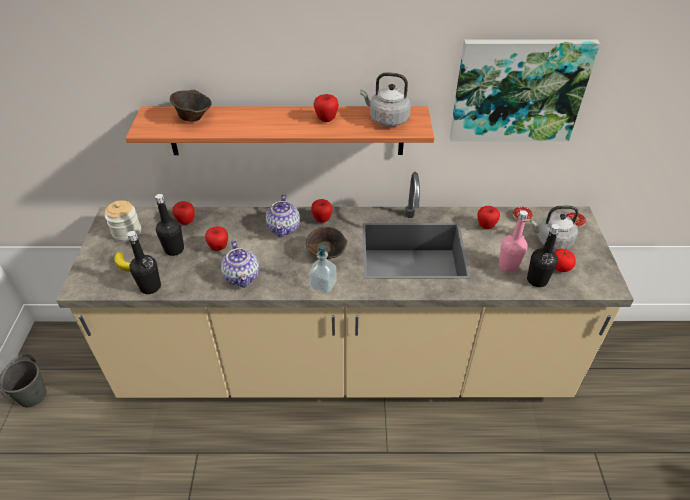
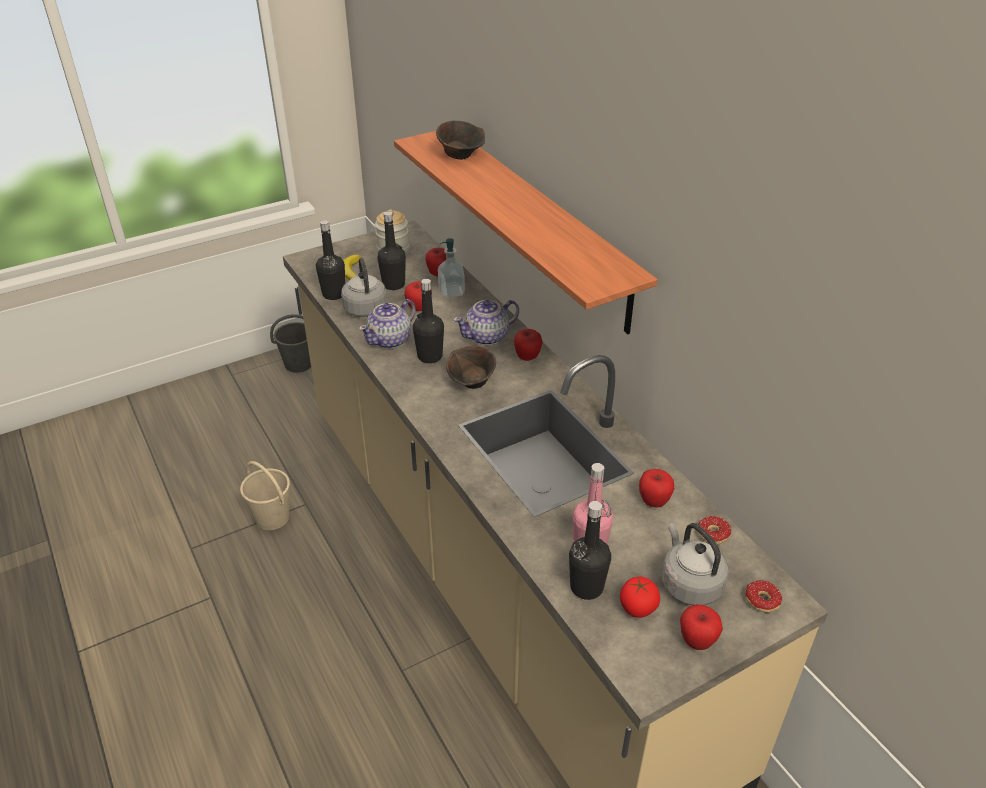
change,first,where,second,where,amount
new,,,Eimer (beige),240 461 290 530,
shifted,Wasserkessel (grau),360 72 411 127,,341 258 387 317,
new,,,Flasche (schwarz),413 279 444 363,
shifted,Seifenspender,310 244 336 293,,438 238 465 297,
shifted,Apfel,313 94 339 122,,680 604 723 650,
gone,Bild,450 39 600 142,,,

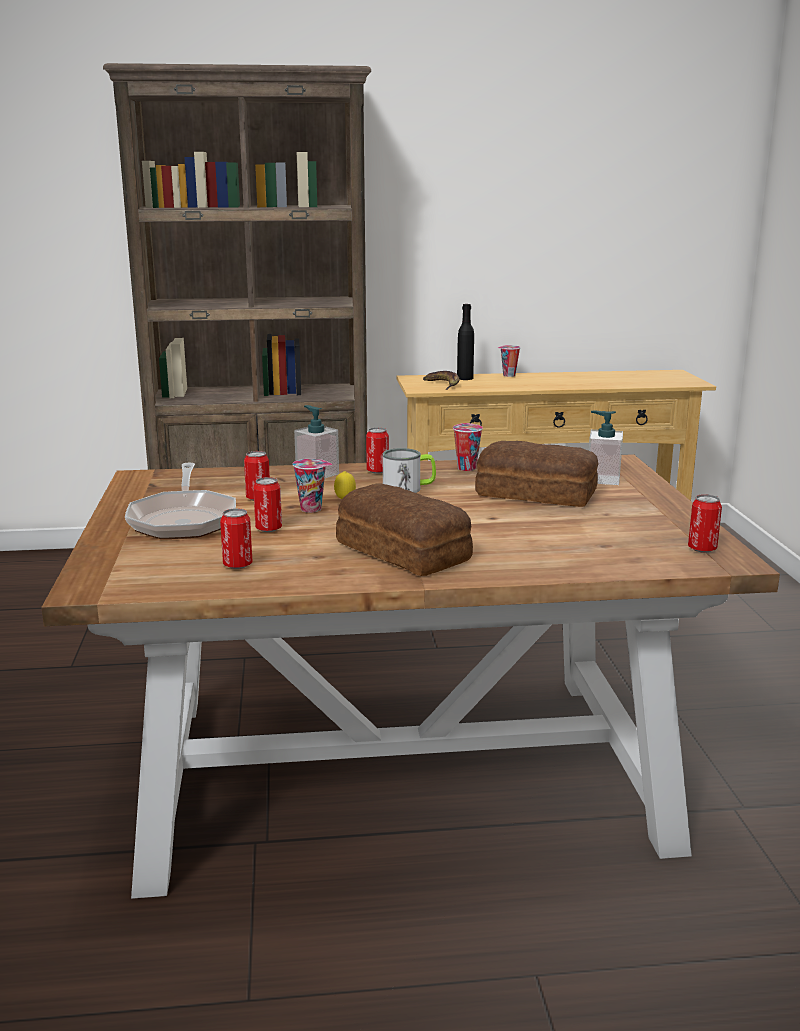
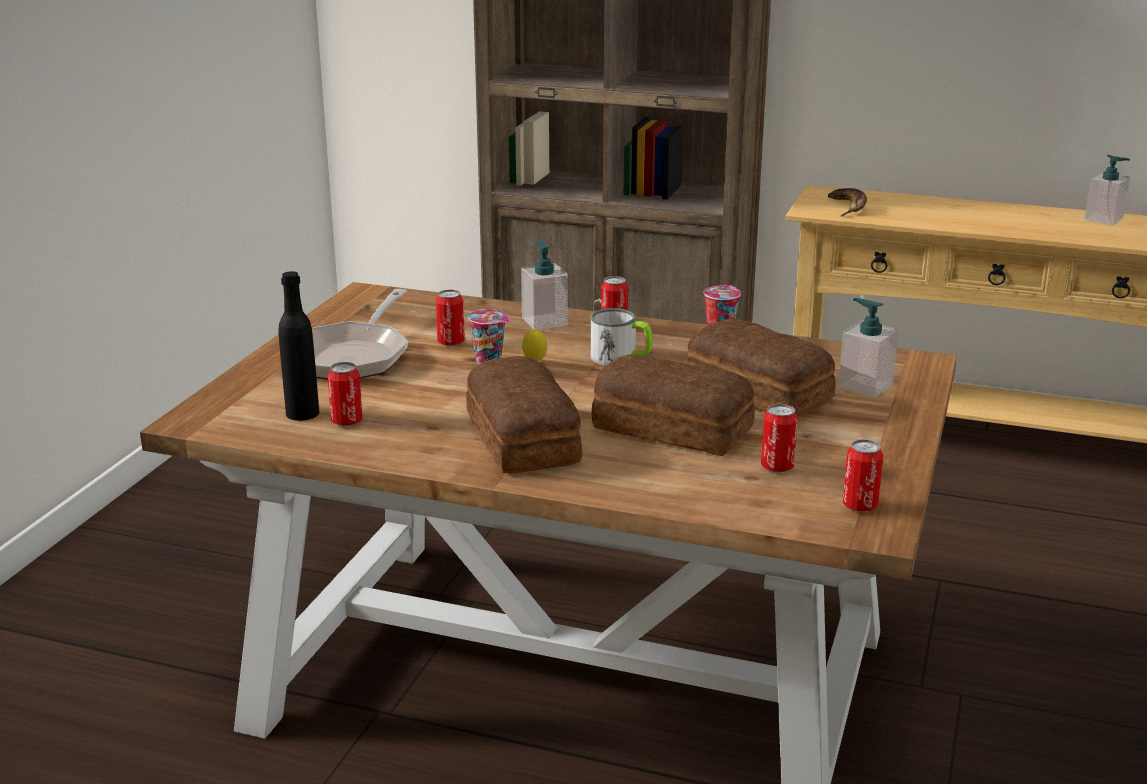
change,first,where,second,where,amount
shifted,Flasche (schwarz),457 304 474 380,,278 271 319 421,
new,,,Brot,591 354 755 456,
shifted,Dose,253 477 282 532,,761 404 798 473,
new,,,Seifenspender,1084 155 1130 225,
gone,Tasse,498 345 521 377,,,

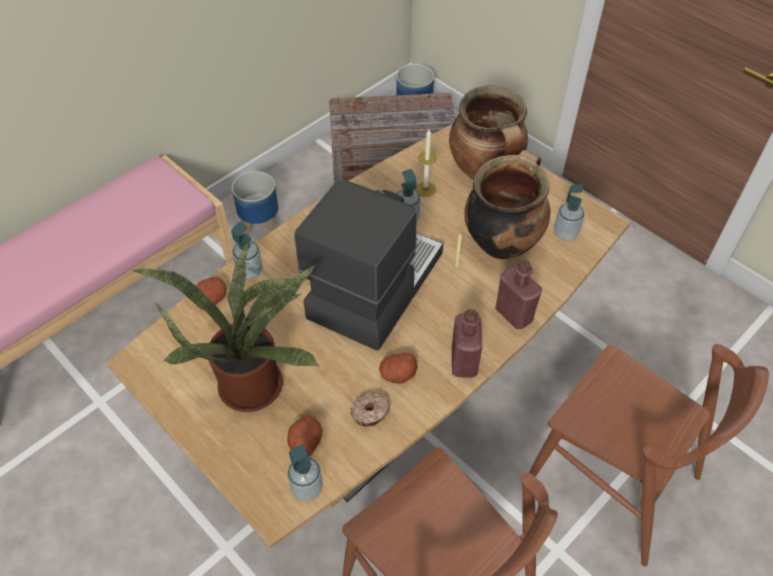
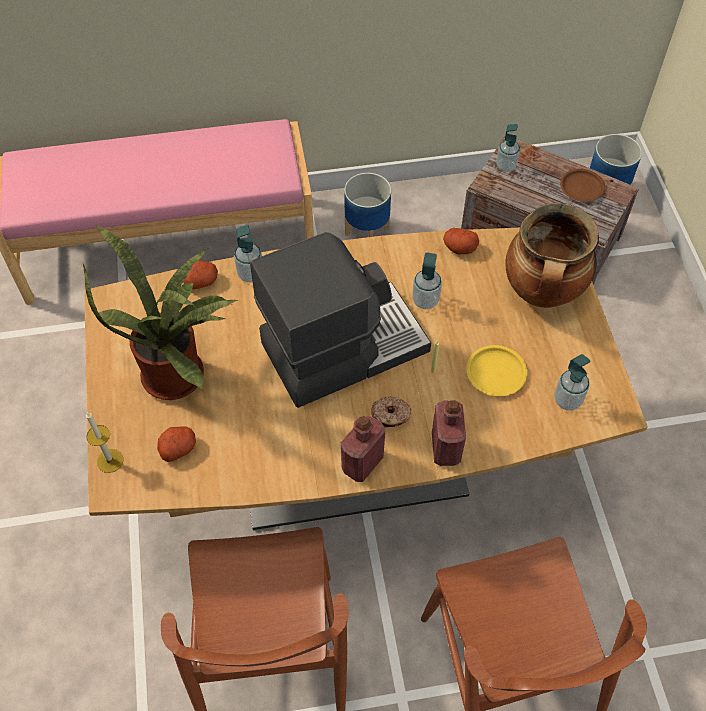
change,first,where,second,where,amount
shifted,Kerze,415 130 437 197,,86 412 124 473,
shifted,Donut,351 393 391 427,,371 396 412 428,
shifted,Kartoffel,379 353 417 384,,443 228 479 254,
swapped,Kochtopf,464 150 550 259,Teller (gelb),467 345 527 396,
shifted,Seifenspender,287 444 323 501,,496 124 520 172,
new,,,Teller (braun),560 169 605 202,

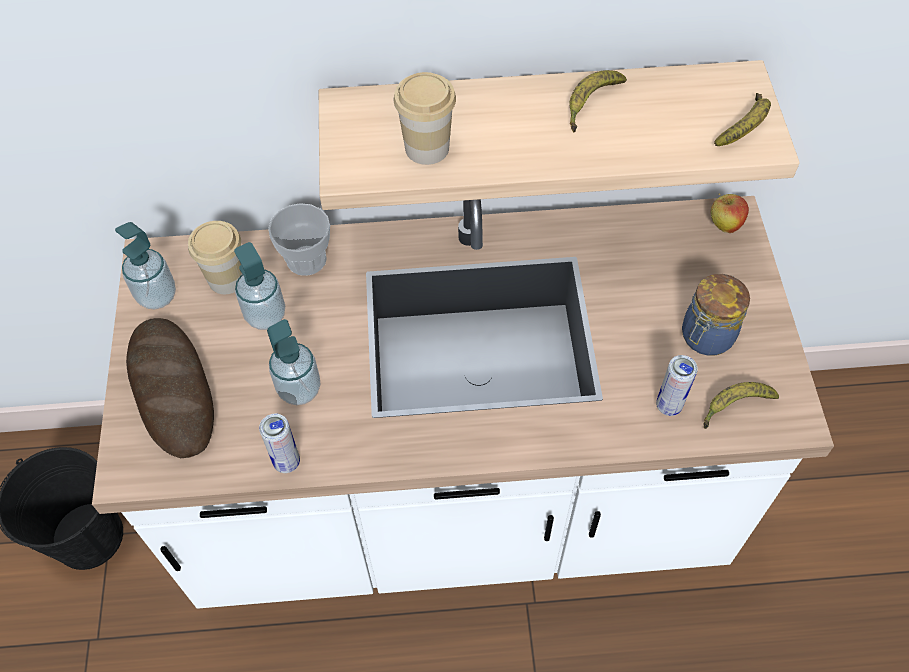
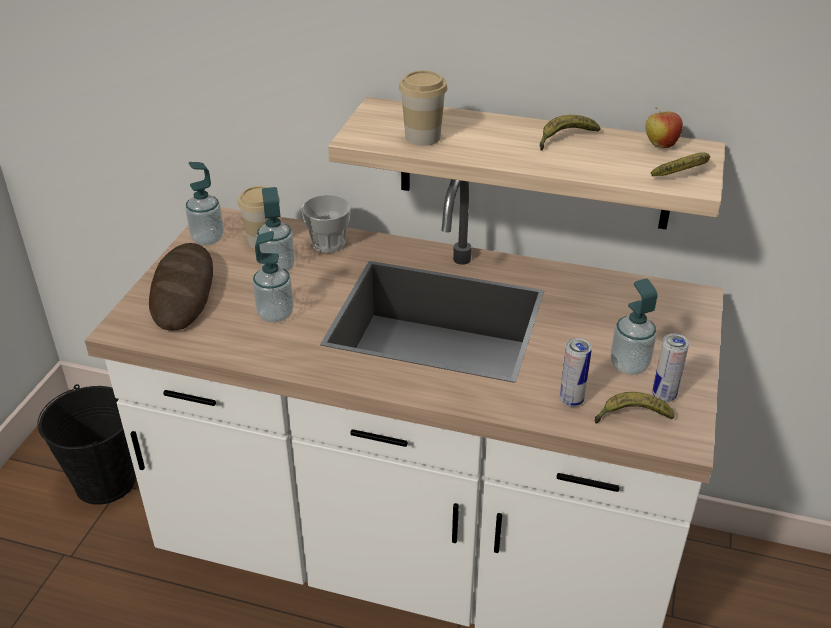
change,first,where,second,where,amount
swapped,Vorratsglas,682 274 750 356,Seifenspender,611 278 657 375,
shifted,Apfel,711 193 749 233,,645 107 683 148,
shifted,Dose,259 414 300 473,,652 333 689 402,

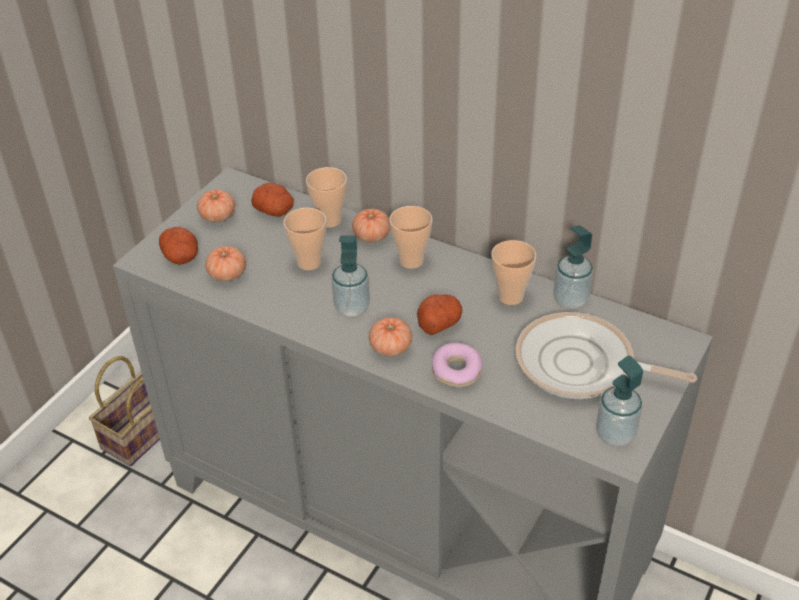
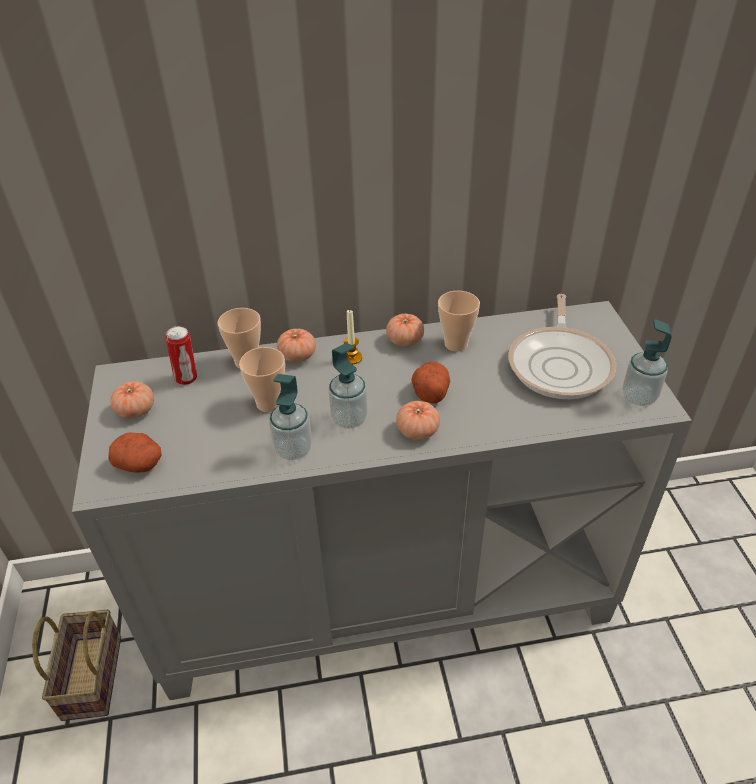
change,first,where,second,where,amount
swapped,Kartoffel,251 183 294 217,Dose,166 326 197 385,
shifted,Seifenspender,553 225 593 309,,269 374 312 460,
swapped,Tasse,390 206 432 269,Kerze,344 309 362 364,
shifted,Tomate,205 246 246 281,,386 314 424 347,
rotated,Pfanne,516 312 697 399,,508 294 616 399,60 degrees counterclockwise
gone,Donut,432 343 482 387,,,

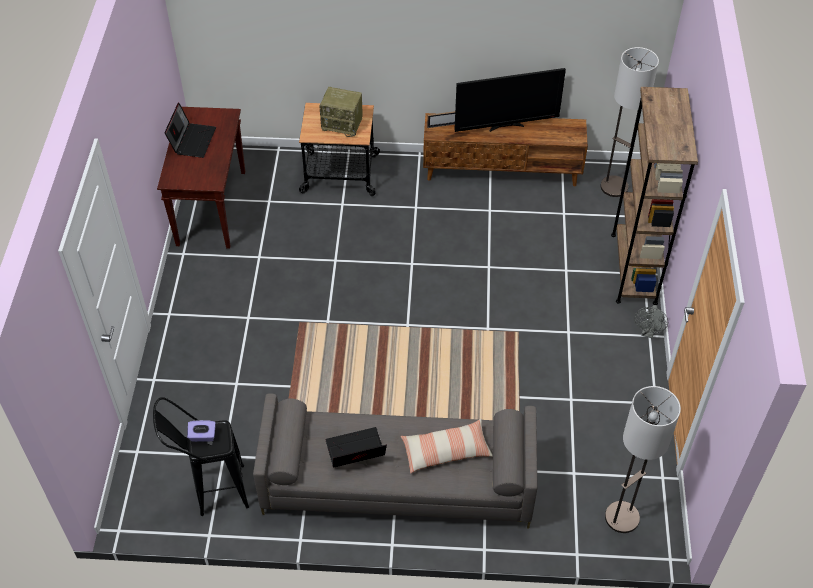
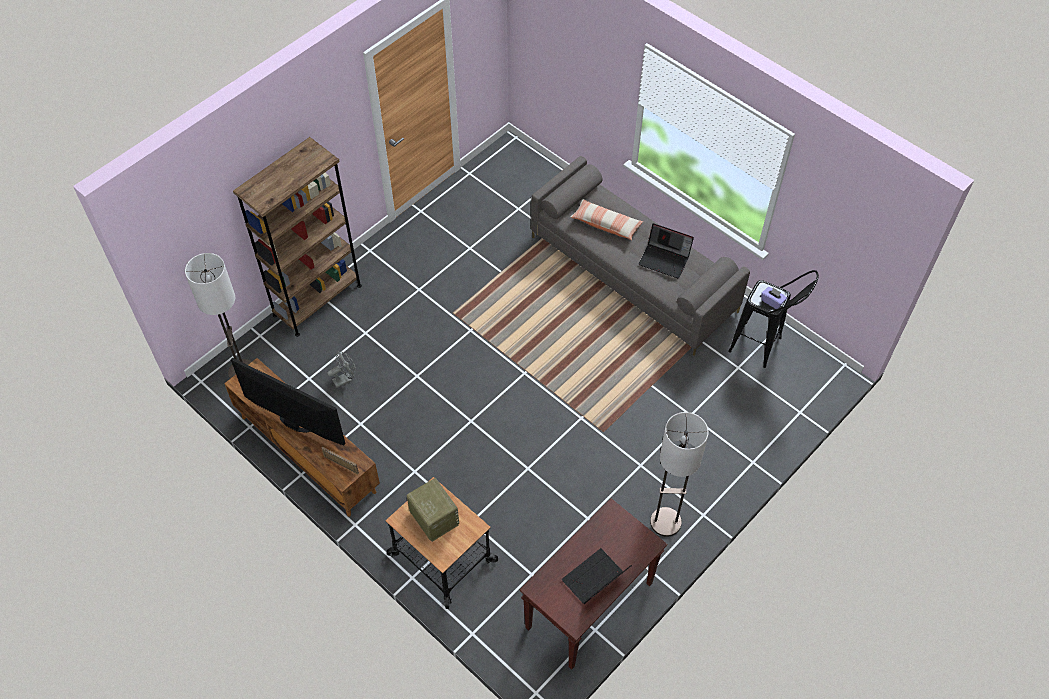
change,first,where,second,where,amount
shifted,Ventilator (grau),635 305 668 338,,327 351 356 388,
shifted,Stehlampe,605 386 681 533,,650 412 709 537,

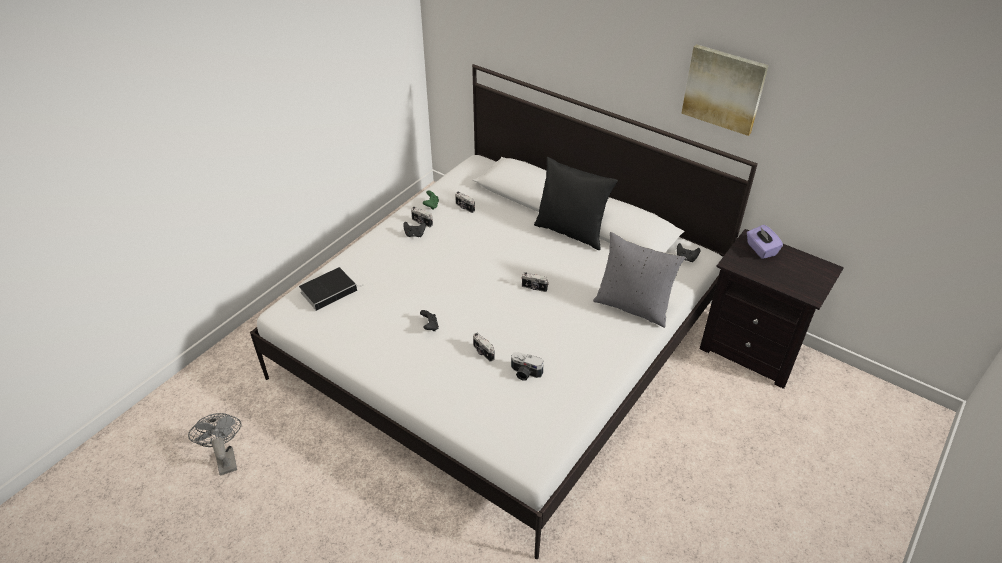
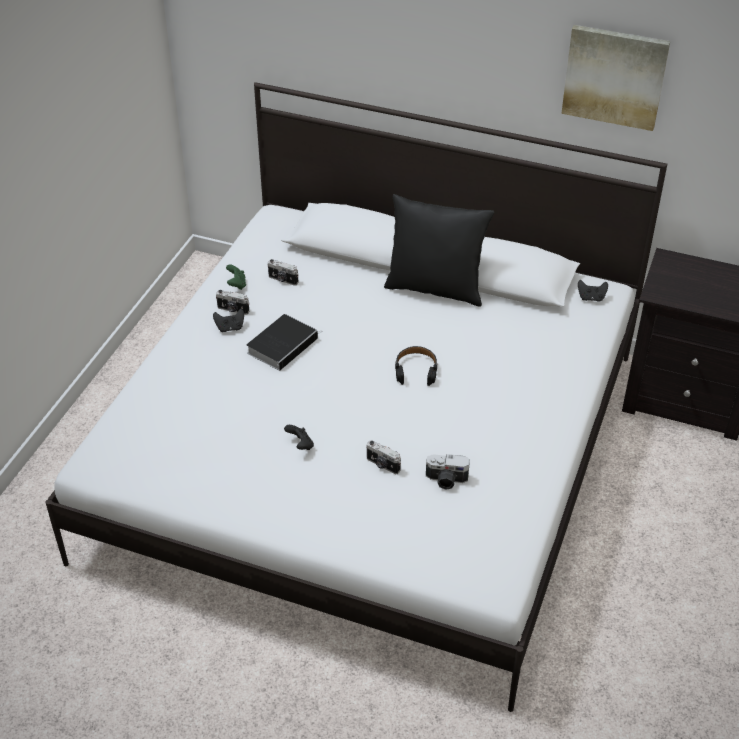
change,first,where,second,where,amount
shifted,Buch,299 267 364 311,,246 314 322 371,
swapped,Kamera,521 273 549 292,Kopfhörer (schwarz),395 346 438 386,
gone,Ventilator (grau),188 413 242 476,,,
gone,Kissen (grau),593 232 685 328,,,
gone,Taschentuchbox (lila),747 225 783 259,,,

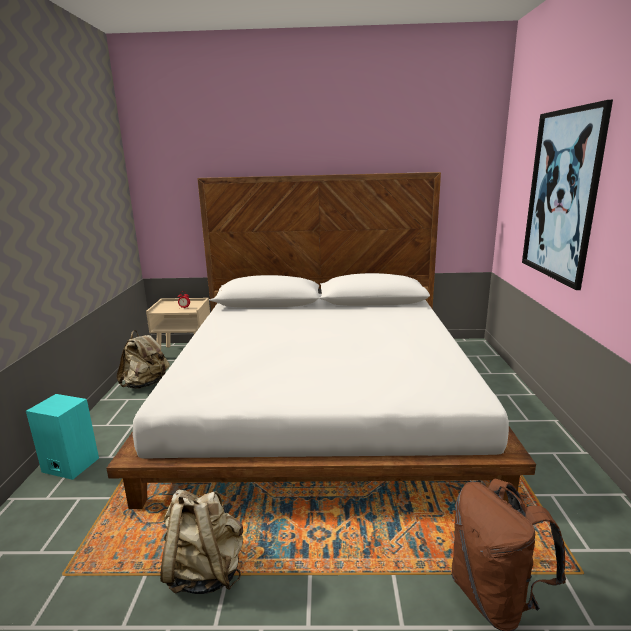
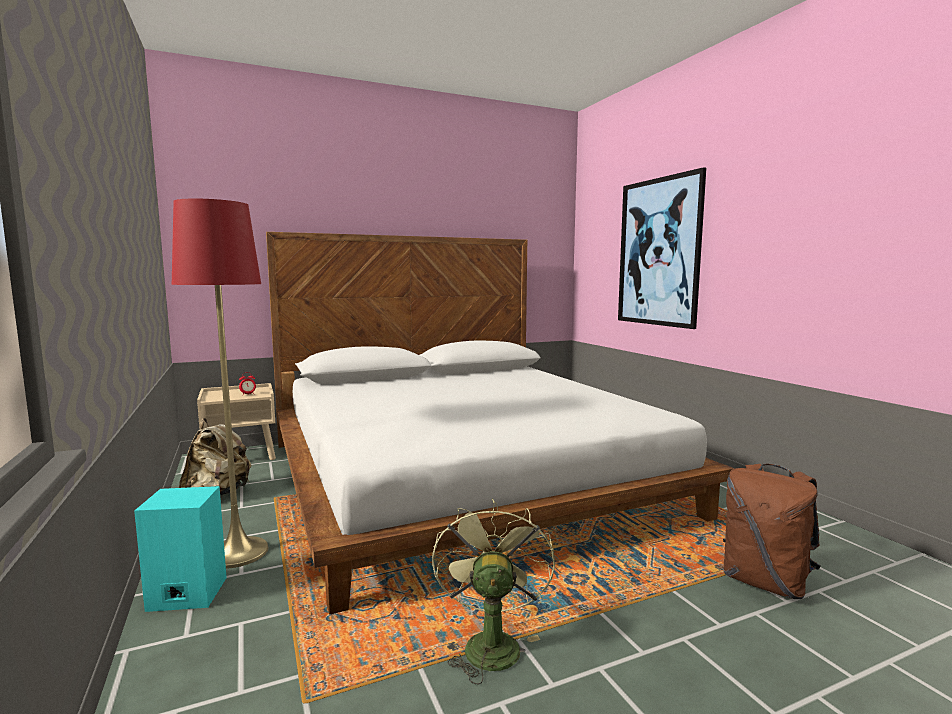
change,first,where,second,where,amount
new,,,Stehlampe (rot),172 199 269 569,
swapped,Rucksack (beige),160 490 243 594,Ventilator (grün),432 499 555 685,

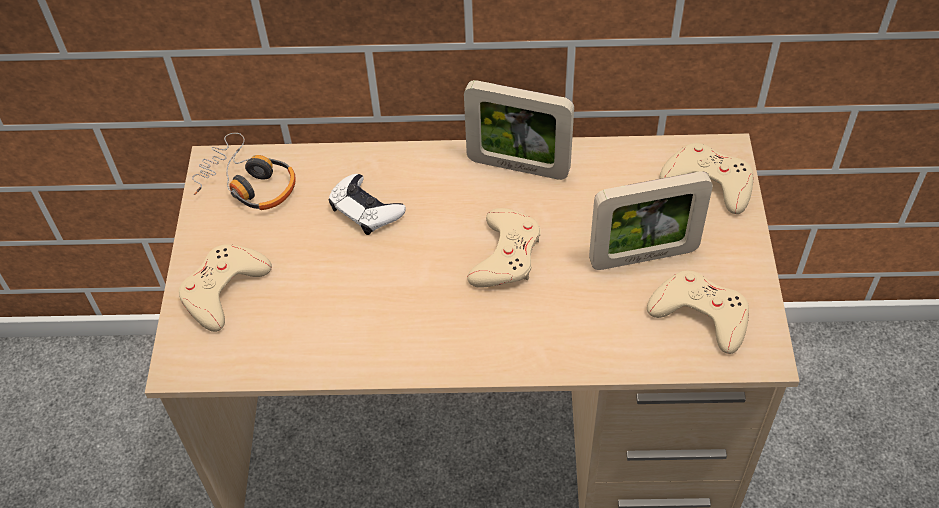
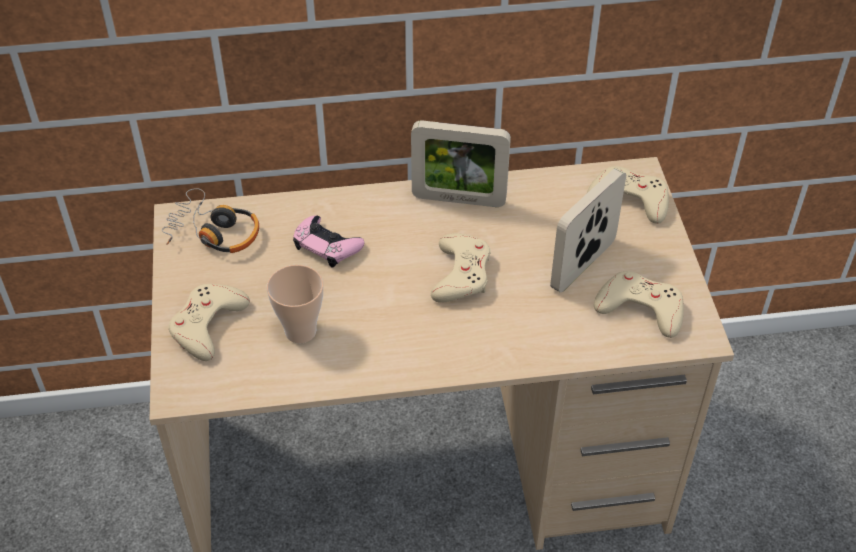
change,first,where,second,where,amount
new,,,Tasse,267 265 323 343,
repainted,Gamepad (weiß),328 174 406 235,Gamepad (rosa),293 215 364 267,
rotated,Bilderrahmen,589 171 713 270,,550 168 626 293,150 degrees clockwise

